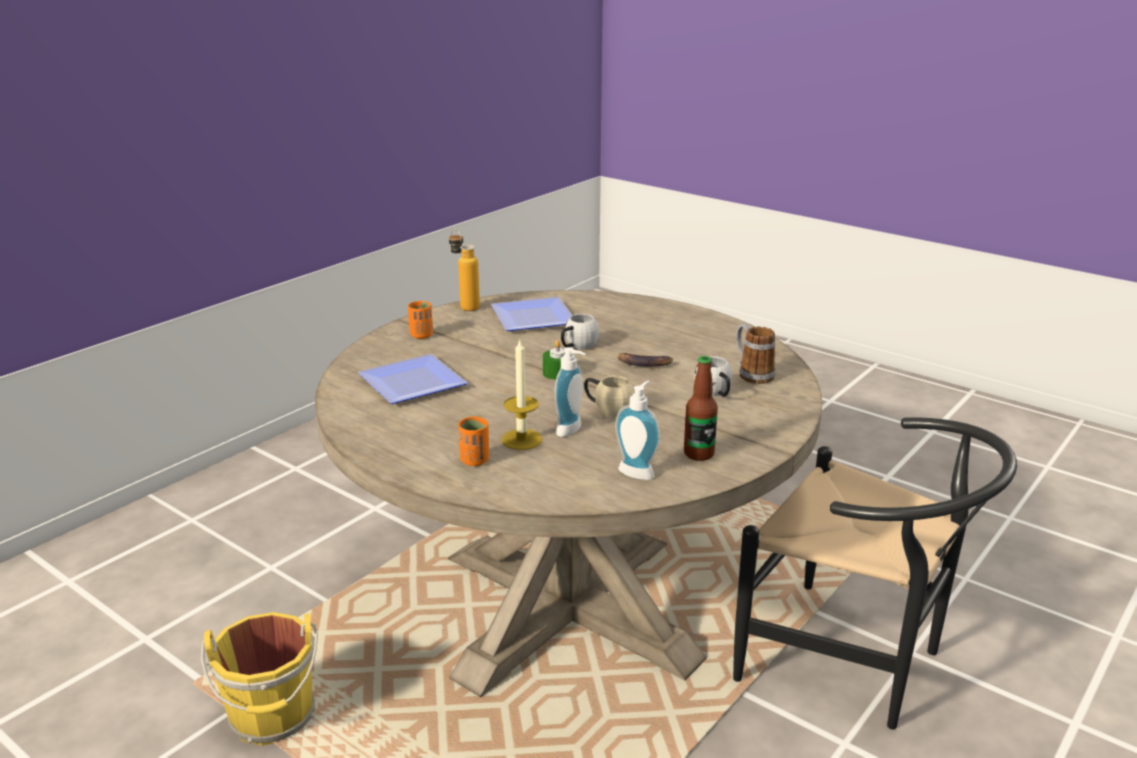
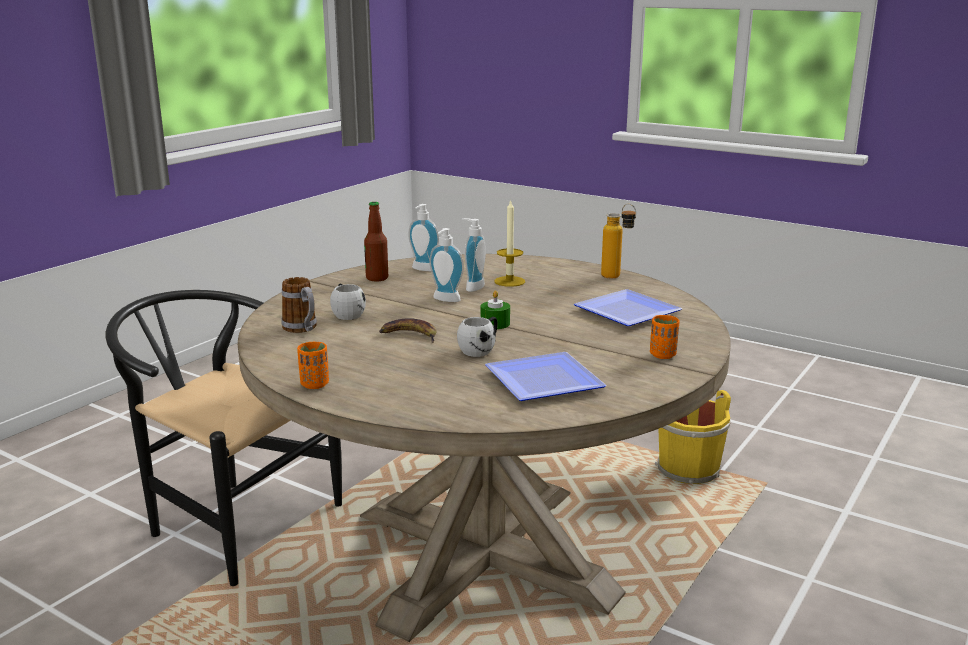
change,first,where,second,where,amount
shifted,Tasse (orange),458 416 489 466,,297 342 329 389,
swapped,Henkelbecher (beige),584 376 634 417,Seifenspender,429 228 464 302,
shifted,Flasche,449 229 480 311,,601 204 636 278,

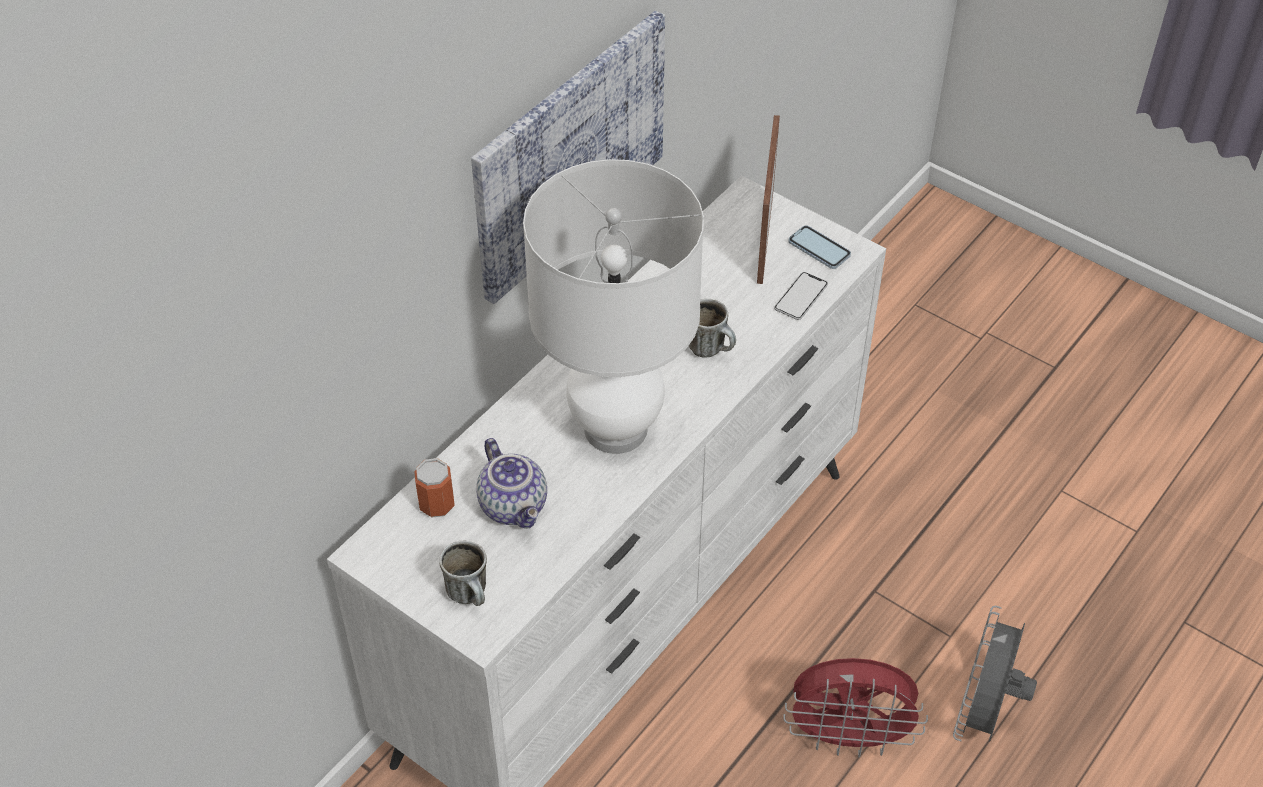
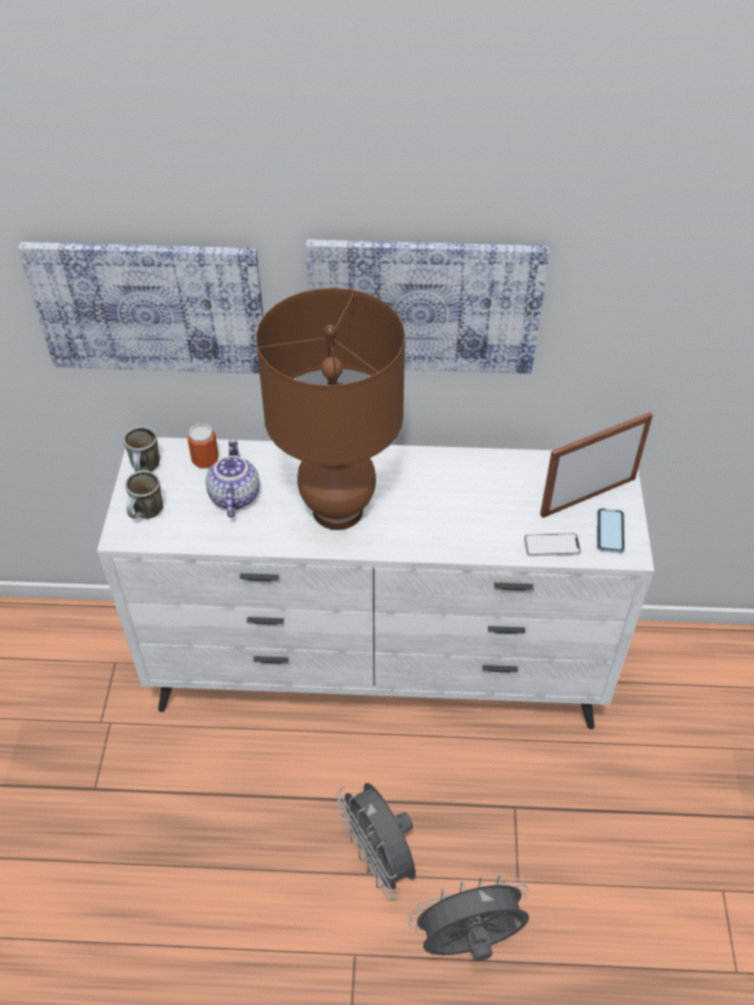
change,first,where,second,where,amount
new,,,Bild,18 242 264 374,
shifted,Henkelbecher,689 299 736 358,,123 426 160 472,
rotated,Teekanne,476 438 547 529,,206 438 260 518,150 degrees clockwise
repainted,Tischlampe (weiß),523 159 704 454,Tischlampe (braun),256 288 405 530,
repainted,Ventilator (rot),783 658 928 758,Ventilator (grau),336 783 416 900,

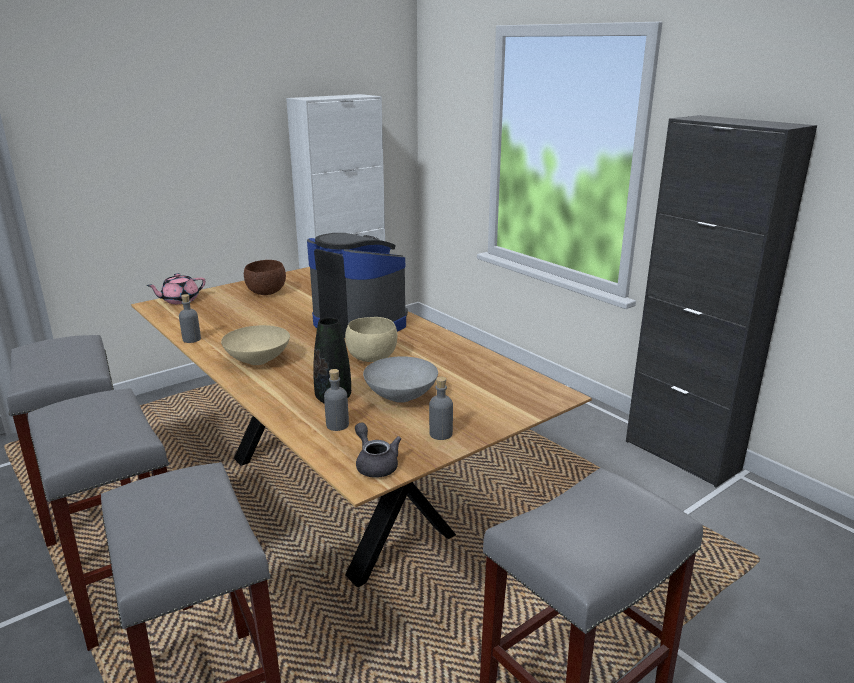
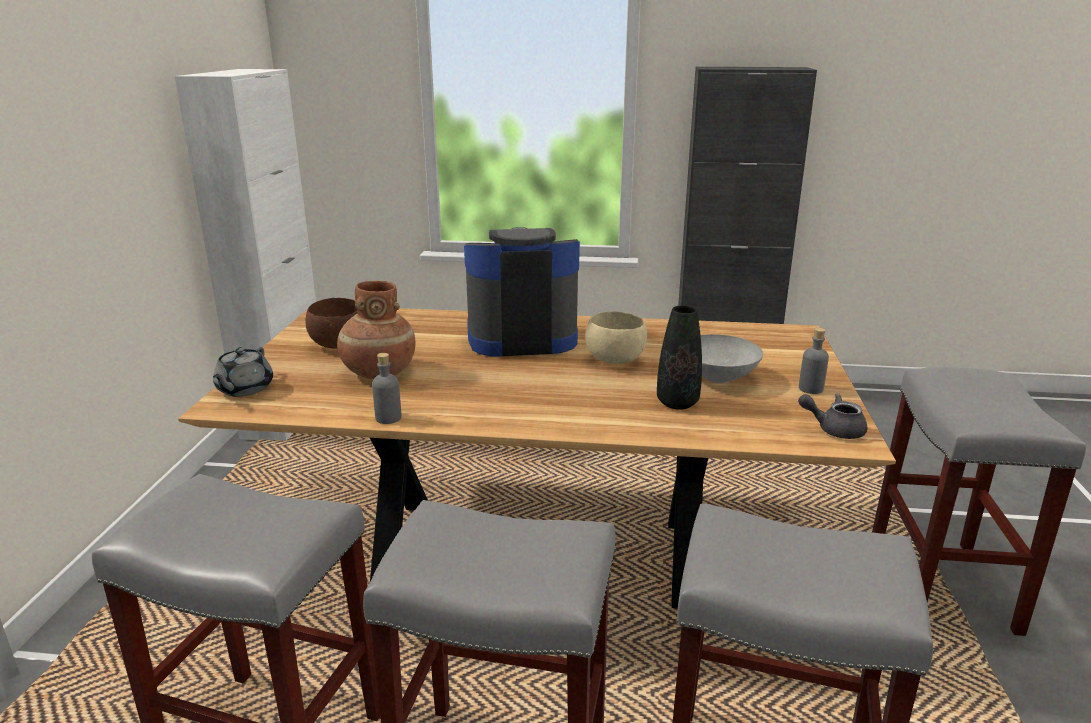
change,first,where,second,where,amount
repainted,Teekanne (rosa),146 273 205 304,Teekanne (grau),213 347 273 397,
new,,,Vase (braun),337 281 415 379,
gone,Schüssel (beige),221 325 290 365,,,
gone,Flasche (grau),324 369 349 431,,,

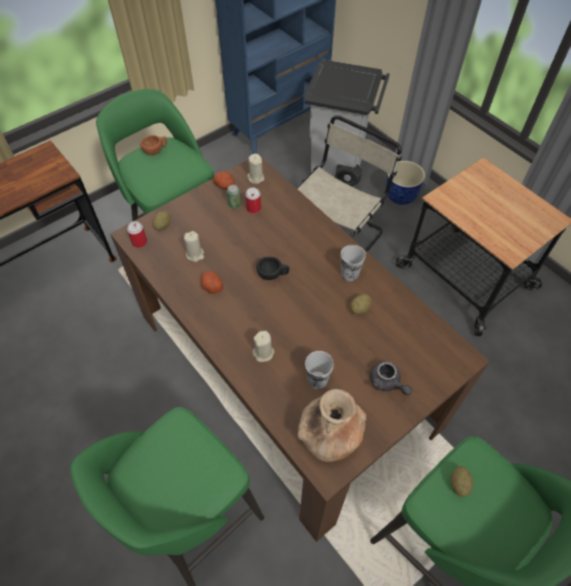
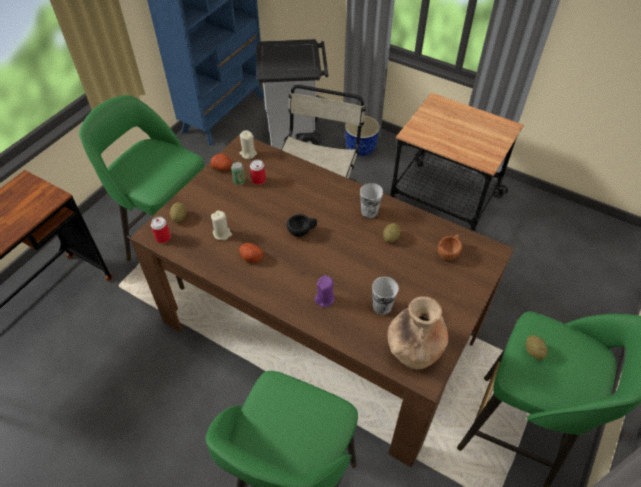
change,first,where,second,where,amount
repainted,Kerze (beige),252 331 275 362,Kerze (lila),315 275 335 308,
shifted,Tasse (braun),140 135 167 156,,438 234 462 260,
gone,Teekanne (grau),370 361 412 395,,,

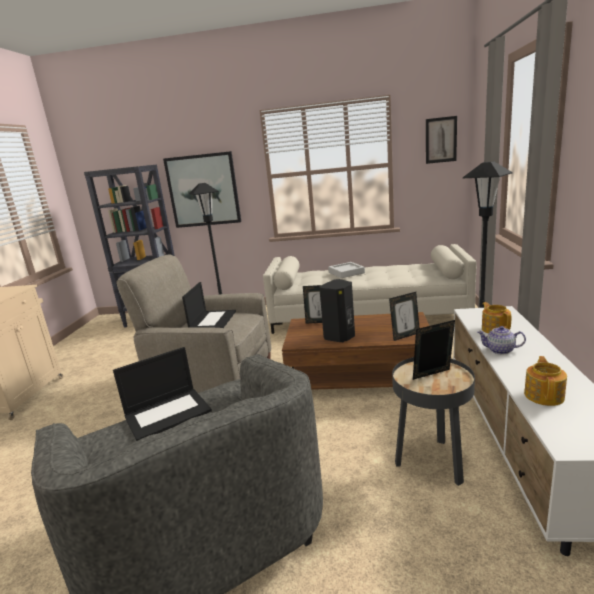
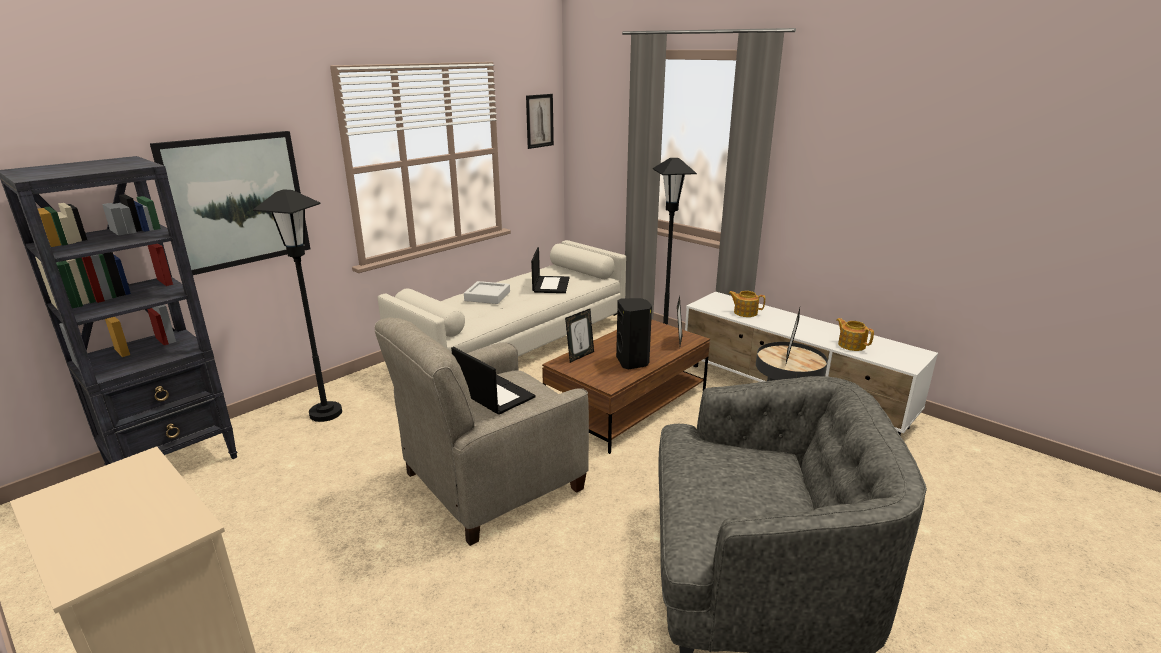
change,first,where,second,where,amount
shifted,Laptop,113 347 212 441,,531 247 570 293,
gone,Teekanne,478 326 526 354,,,

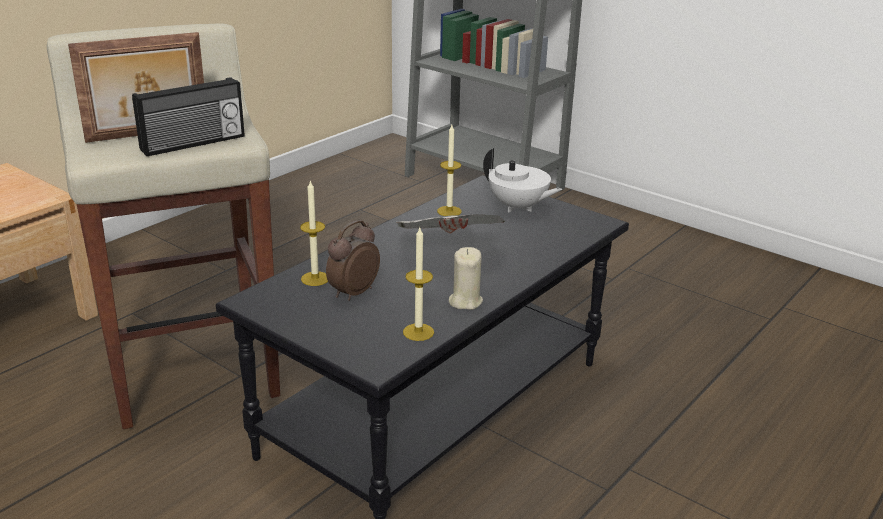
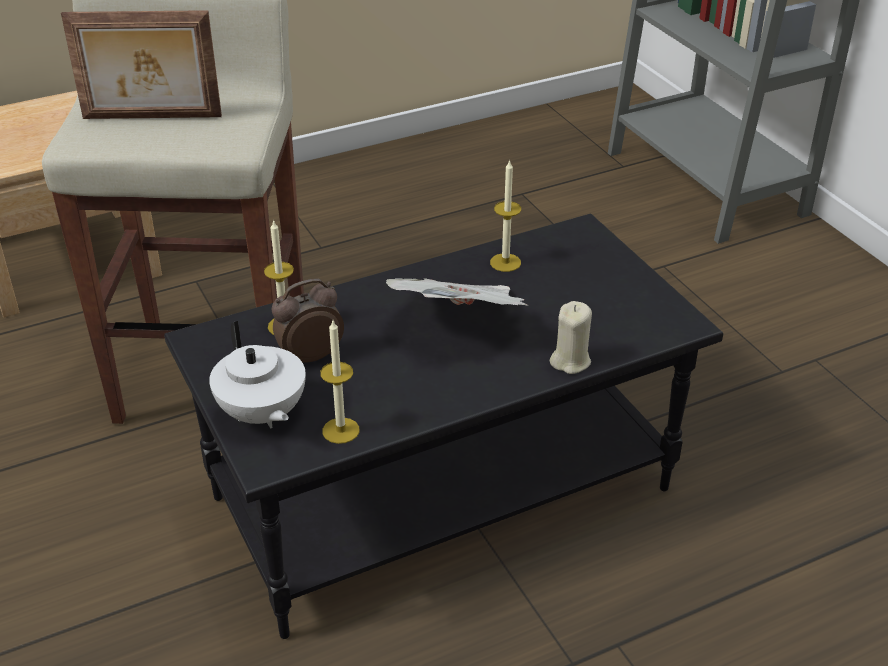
change,first,where,second,where,amount
shifted,Teekanne (weiß),483 148 563 212,,209 321 306 429,
shifted,Kerze (beige),449 247 483 310,,550 301 592 374,
gone,Radio,132 77 245 156,,,

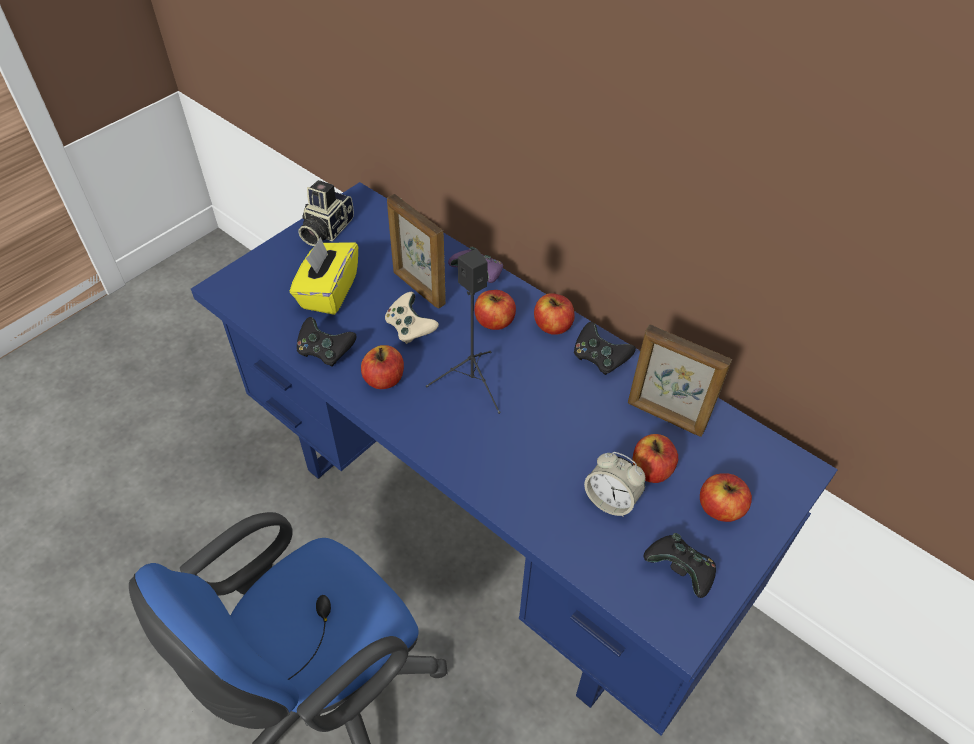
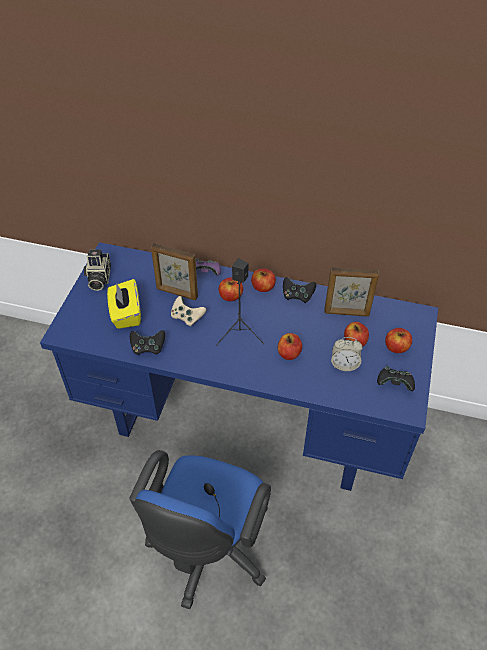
change,first,where,second,where,amount
shifted,Apfel,361 345 404 389,,278 333 302 360,

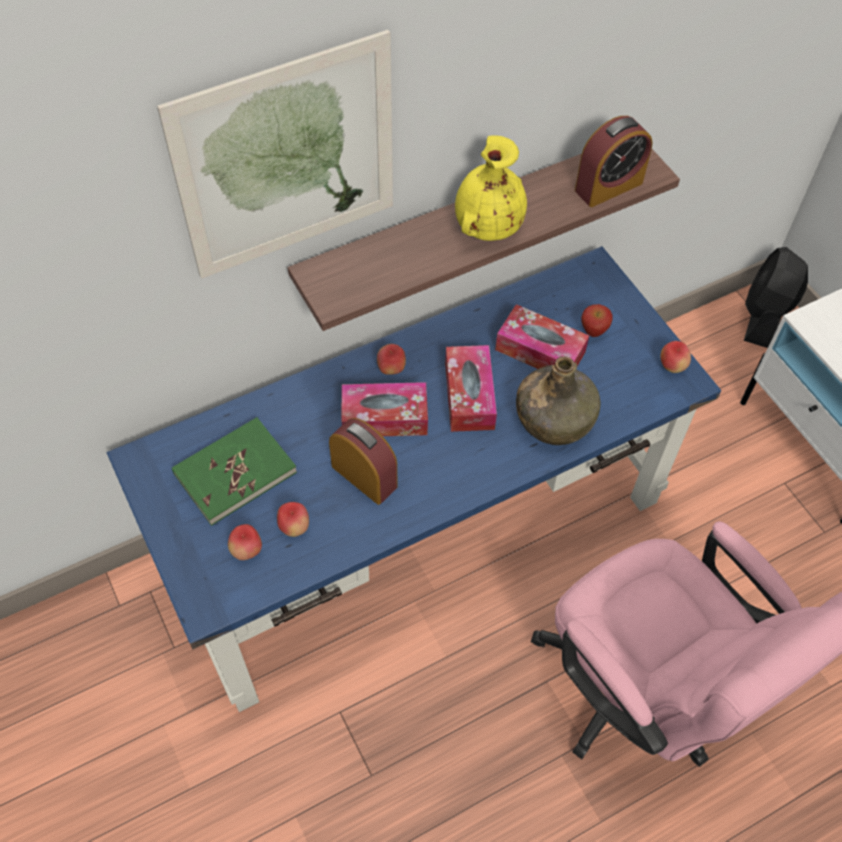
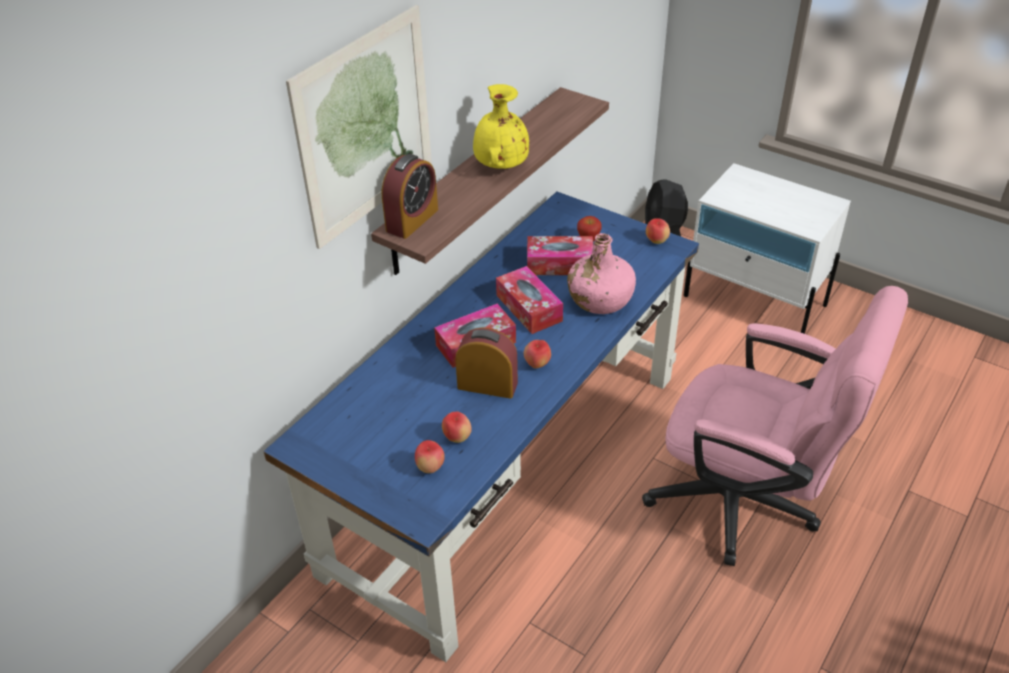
change,first,where,second,where,amount
shifted,Wecker,575 116 652 207,,382 154 438 239,
shifted,Apfel,377 344 406 375,,524 340 551 369,
repainted,Flasche (grün),516 356 601 445,Flasche (rosa),567 233 636 314,
gone,Buch (grün),172 417 297 526,,,

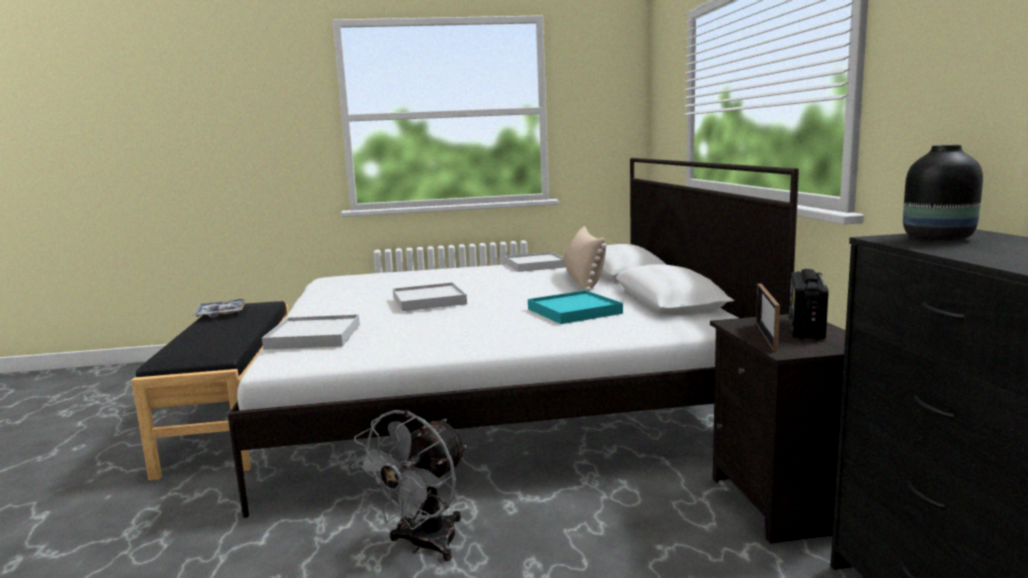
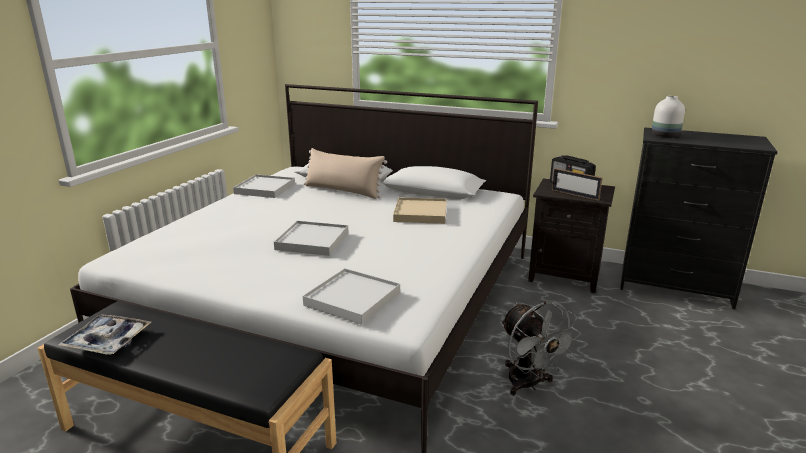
change,first,where,second,where,amount
repainted,Tablett (türkis),528 290 623 324,Tablett (beige),393 197 446 224,
repainted,Vase (schwarz),903 145 983 241,Vase (weiß),652 96 685 137,

